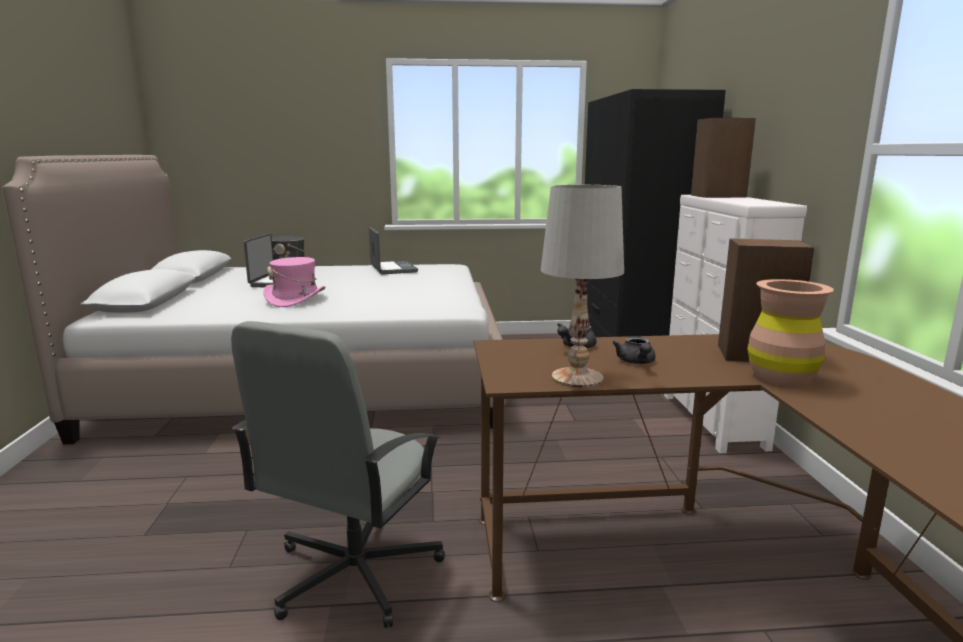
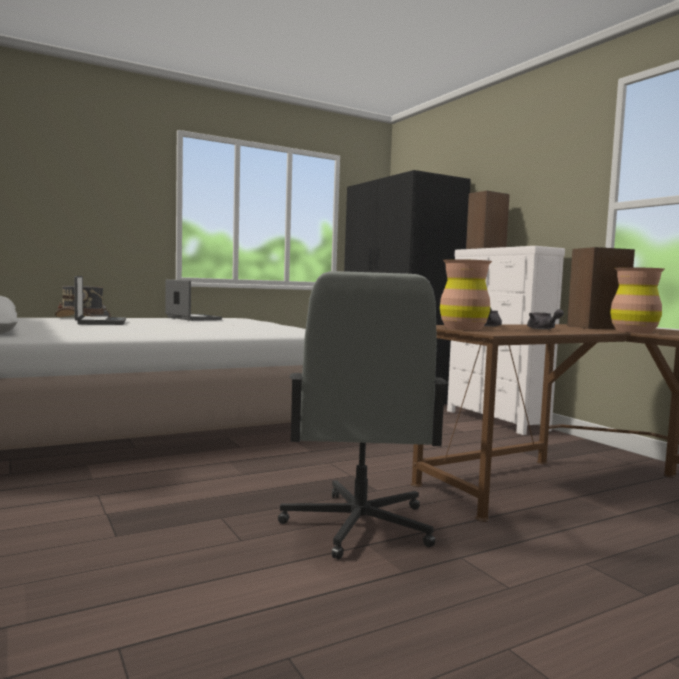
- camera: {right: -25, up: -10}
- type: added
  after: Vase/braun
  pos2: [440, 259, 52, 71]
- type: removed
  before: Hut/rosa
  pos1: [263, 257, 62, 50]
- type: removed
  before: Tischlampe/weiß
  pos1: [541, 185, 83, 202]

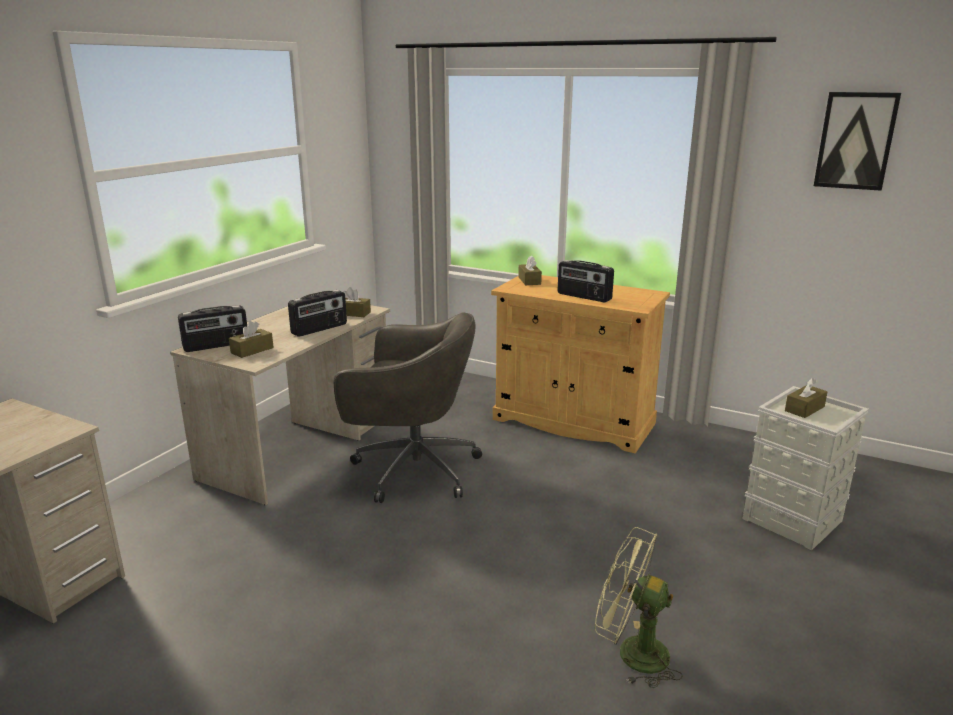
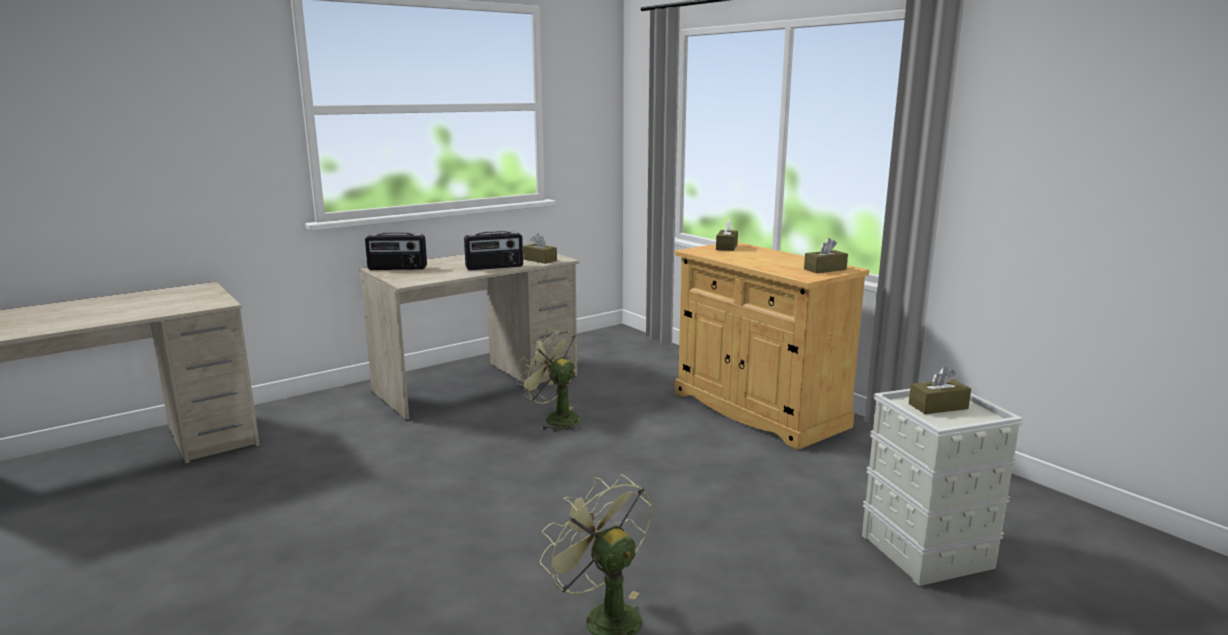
- camera: {right: 25, up: -5}
- type: replaced
  before: Bürostuhl/grau
  after: Ventilator/grün
  pos1: [333, 312, 149, 191]
  pos2: [517, 328, 64, 104]
- type: moved
  before: Taschentuchbox/braun
  pos1: [229, 321, 45, 37]
  pos2: [804, 238, 44, 35]
- type: removed
  before: Radio
  pos1: [558, 260, 56, 42]
- type: removed
  before: Bild
  pos1: [814, 92, 87, 99]

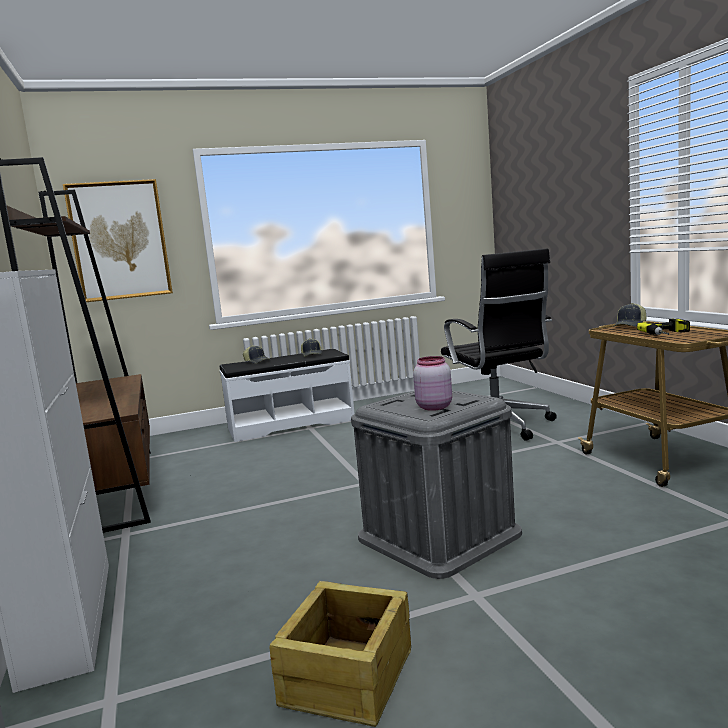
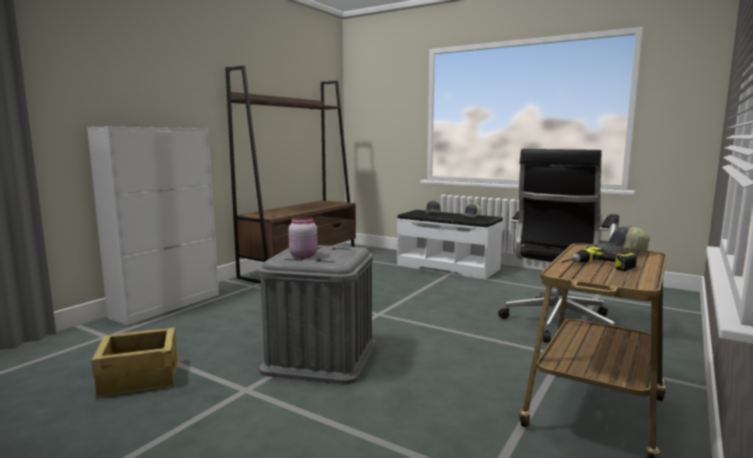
- camera: {right: 50, up: 0}
- type: removed
  before: Bild
  pos1: [63, 179, 110, 123]

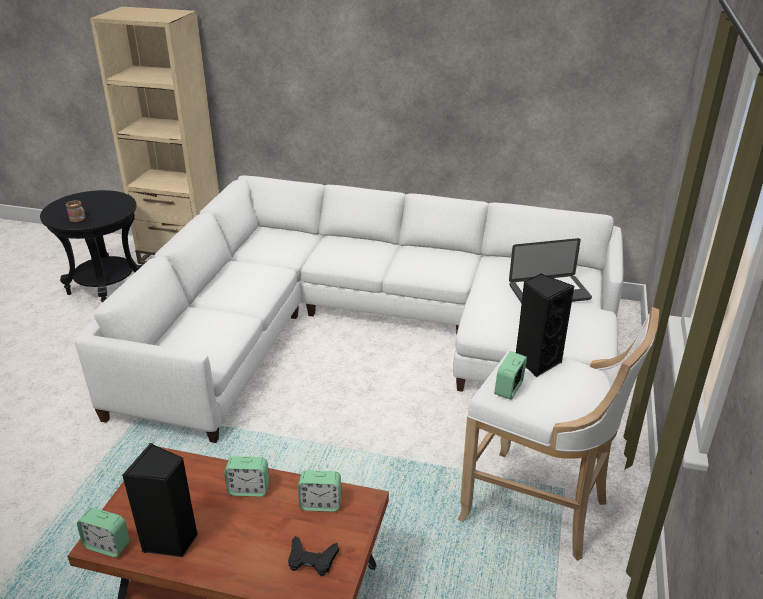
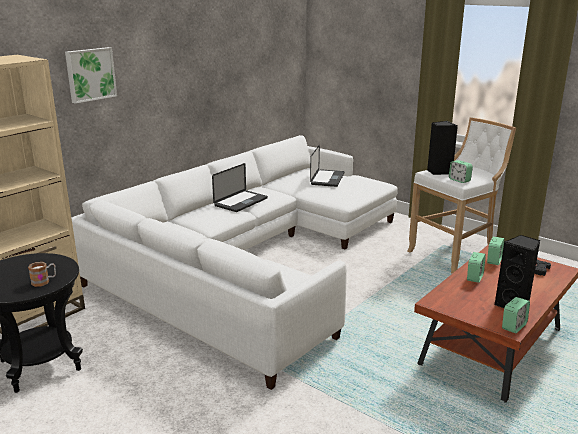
- camera: {right: -65, up: -10}
- type: added
  after: Bild
  pos2: [65, 47, 52, 57]
- type: added
  after: Laptop
  pos2: [212, 163, 56, 49]

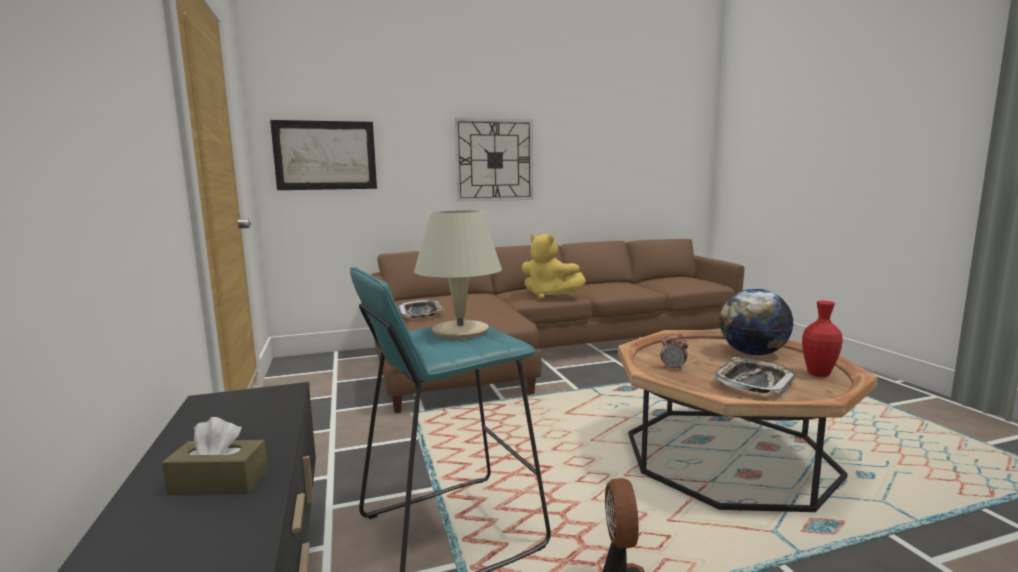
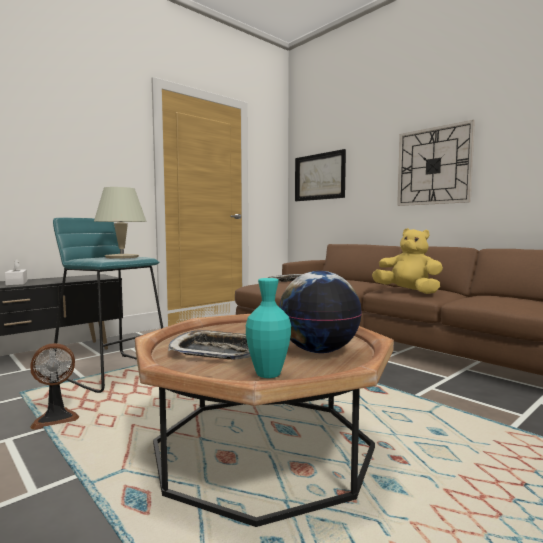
- camera: {right: 65, up: -5}
- type: recoloured
  before: Taschentuchbox/braun
  after: Taschentuchbox/weiß
  pos1: [162, 417, 106, 78]
  pos2: [5, 259, 22, 26]
- type: recoloured
  before: Vase/rot
  after: Vase/türkis
  pos1: [802, 301, 41, 76]
  pos2: [246, 278, 45, 100]
- type: turned
  before: Plüschtier/gelb
  pos1: [522, 234, 64, 65]
  pos2: [372, 228, 71, 66]
  turn: 120
- type: removed
  before: Wecker
  pos1: [660, 334, 28, 37]

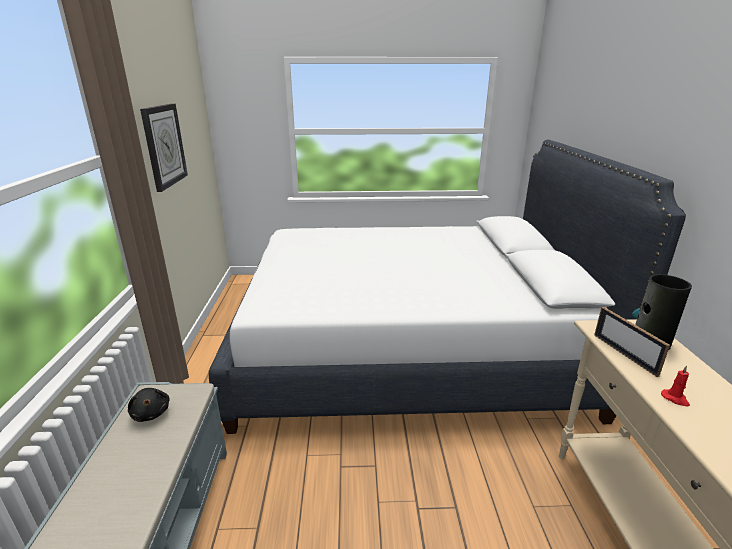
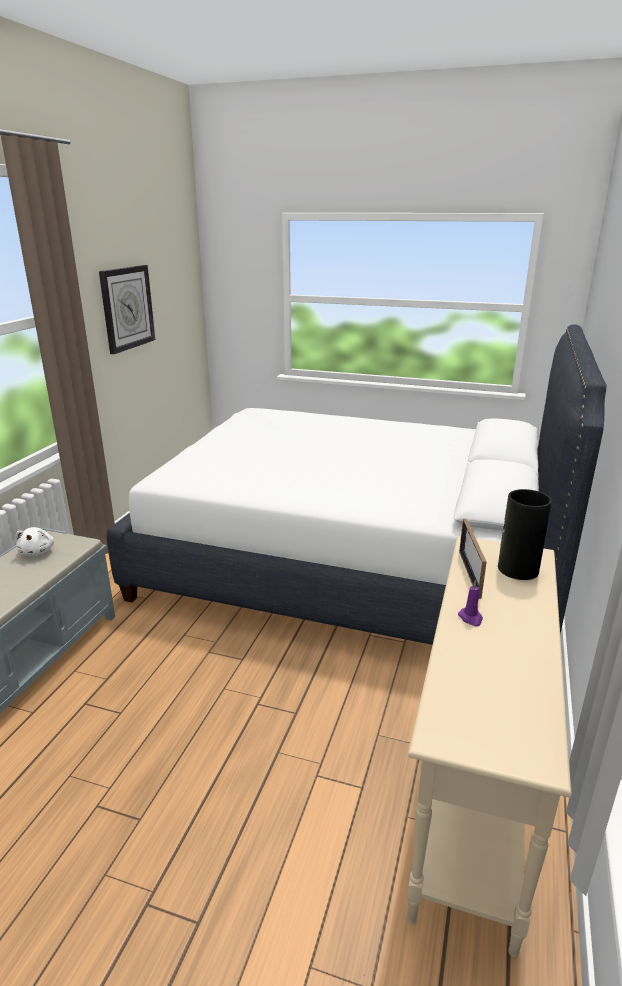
- camera: {right: 20, up: 0}
- type: recoloured
  before: Plüschtier/schwarz
  after: Plüschtier/weiß
  pos1: [128, 388, 42, 34]
  pos2: [15, 527, 39, 29]
- type: recoloured
  before: Kerze/rot
  after: Kerze/lila
  pos1: [661, 365, 29, 41]
  pos2: [458, 580, 25, 46]

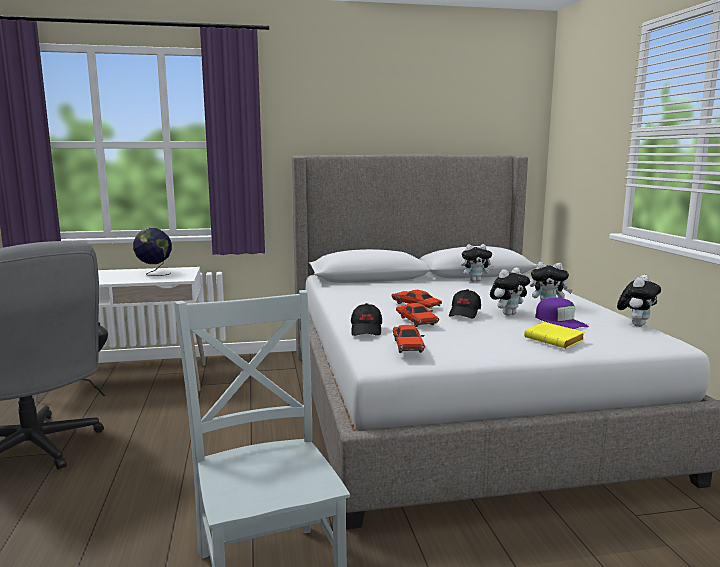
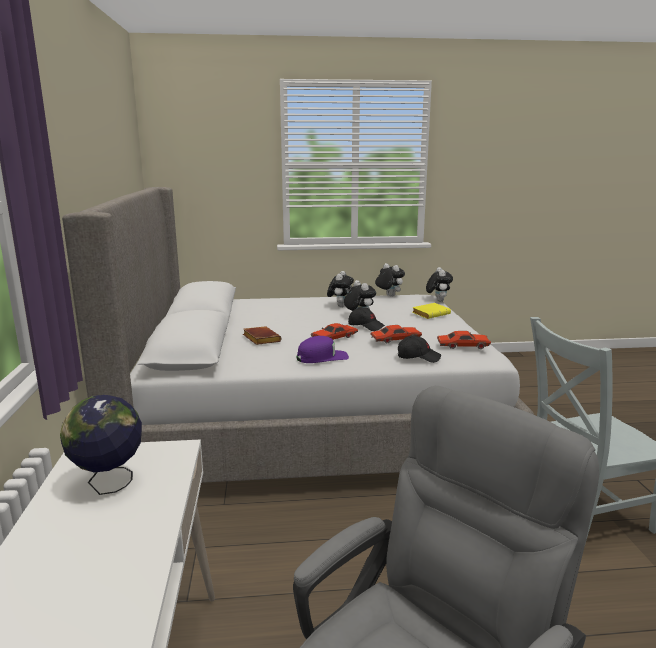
- camera: {right: -85, up: 5}
- type: added
  after: Buch/braun
  pos2: [243, 326, 39, 19]
- type: moved
  before: Kappe/lila
  pos1: [535, 298, 54, 31]
  pos2: [297, 336, 52, 27]
- type: moved
  before: Plüschtier
  pos1: [461, 244, 33, 38]
  pos2: [426, 267, 27, 35]

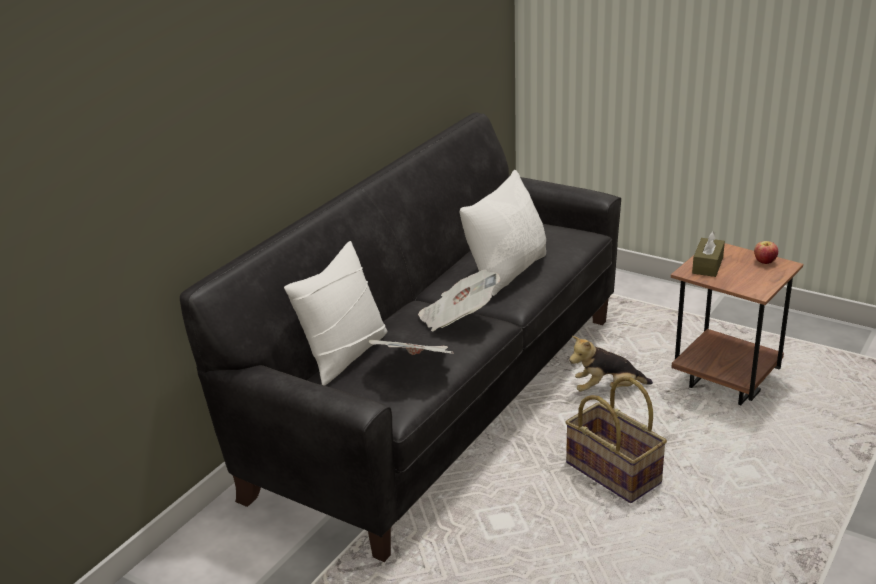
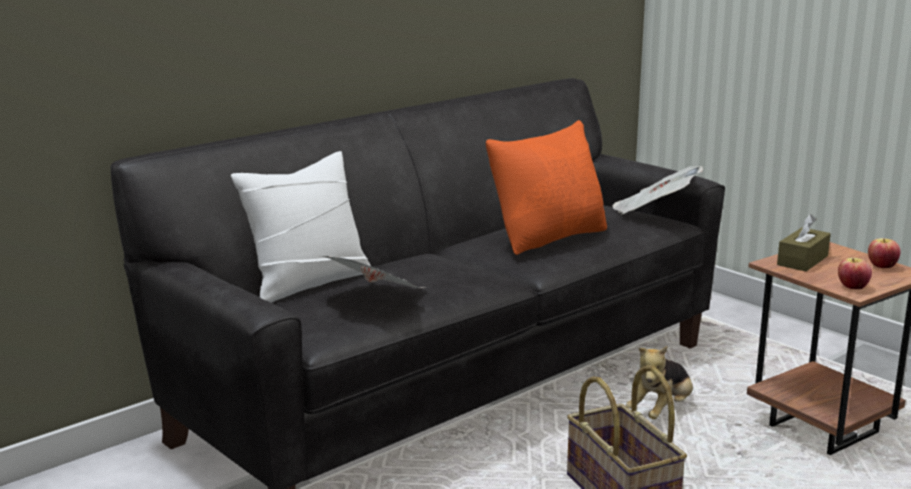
- camera: {right: 15, up: -10}
- type: recoloured
  before: Kissen/weiß
  after: Kissen/orange
  pos1: [460, 170, 86, 126]
  pos2: [486, 120, 121, 135]
- type: moved
  before: Zeitung
  pos1: [418, 269, 82, 63]
  pos2: [612, 166, 91, 49]
- type: turned
  before: Plüschtier
  pos1: [569, 336, 84, 56]
  pos2: [626, 345, 67, 74]
  turn: -60
- type: added
  after: Apfel
  pos2: [838, 258, 34, 31]

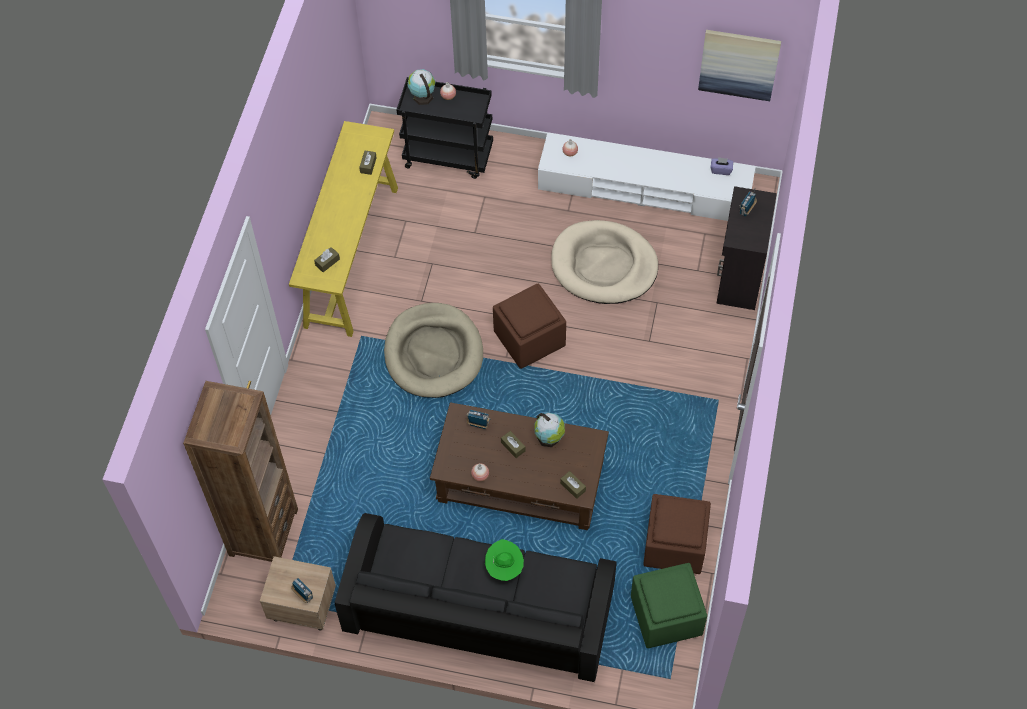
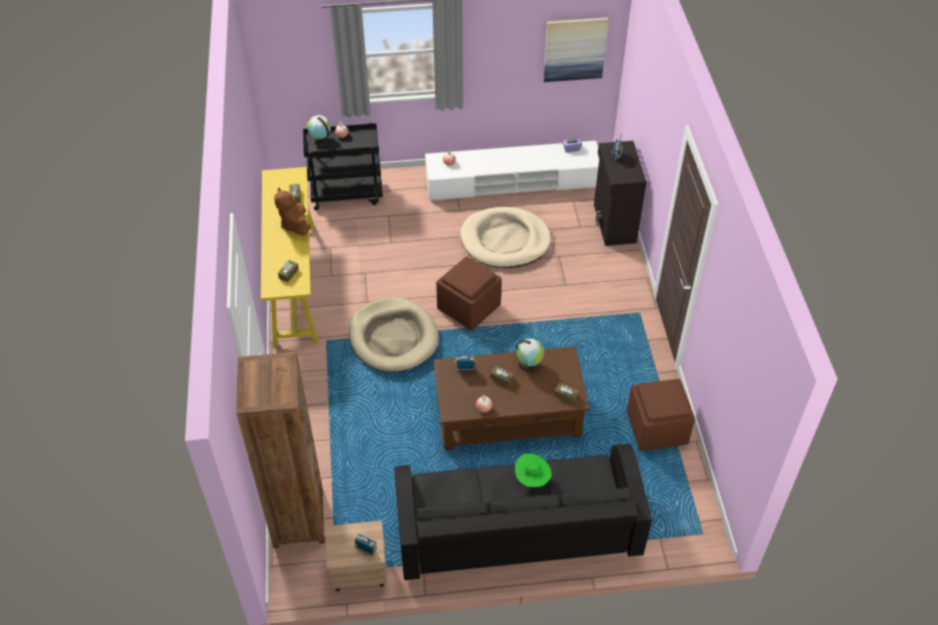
- camera: {right: -20, up: -10}
- type: added
  after: Plüschtier/braun
  pos2: [274, 188, 37, 47]
- type: removed
  before: Polsterhocker/grün
  pos1: [631, 563, 76, 85]

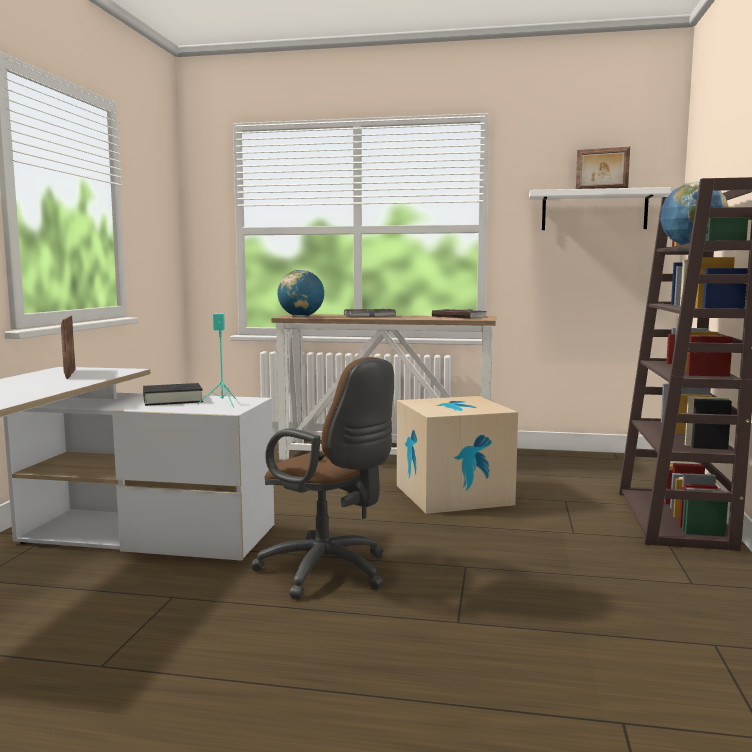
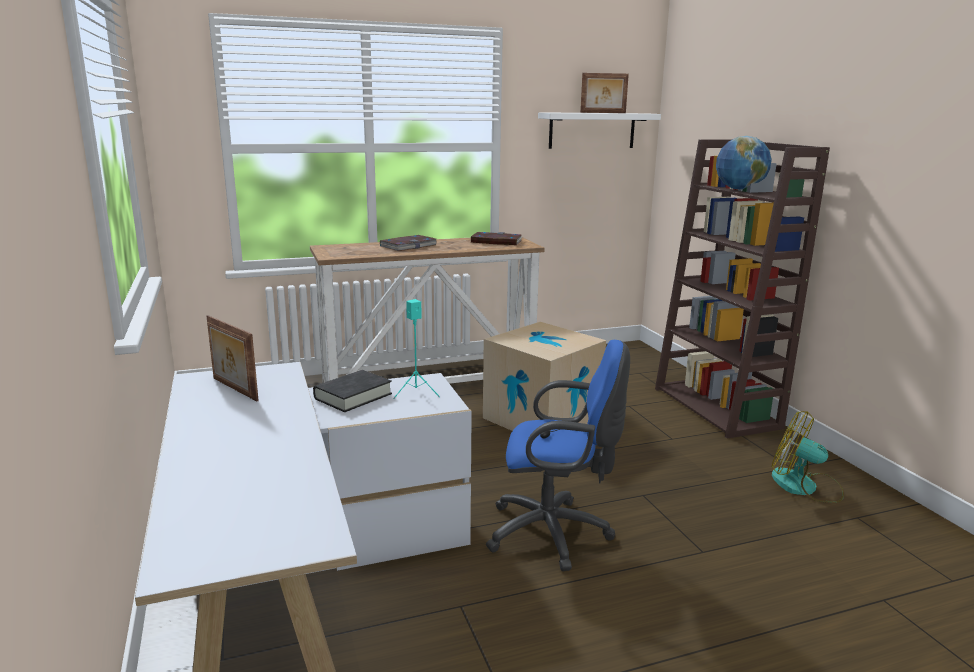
- camera: {right: -30, up: 10}
- type: recoloured
  before: Bürostuhl/braun
  after: Bürostuhl/blau
  pos1: [251, 357, 143, 242]
  pos2: [486, 340, 144, 231]
- type: added
  after: Ventilator
  pos2: [772, 411, 72, 92]
- type: removed
  before: Globus
  pos1: [277, 270, 47, 47]

